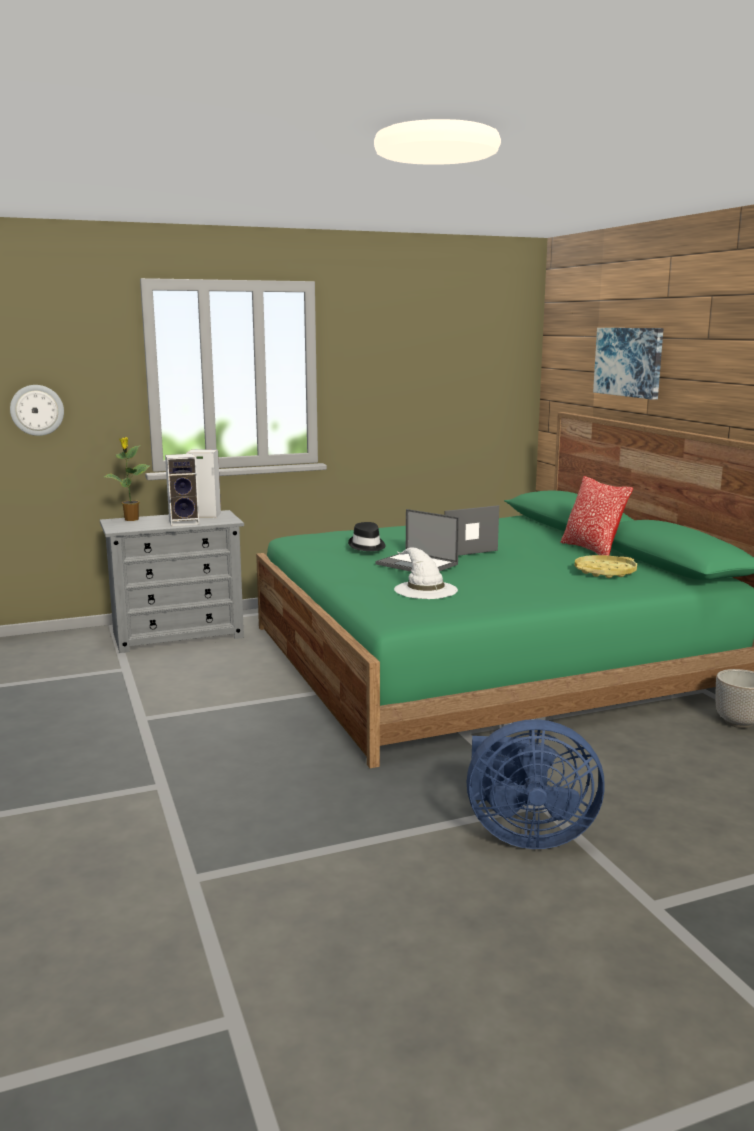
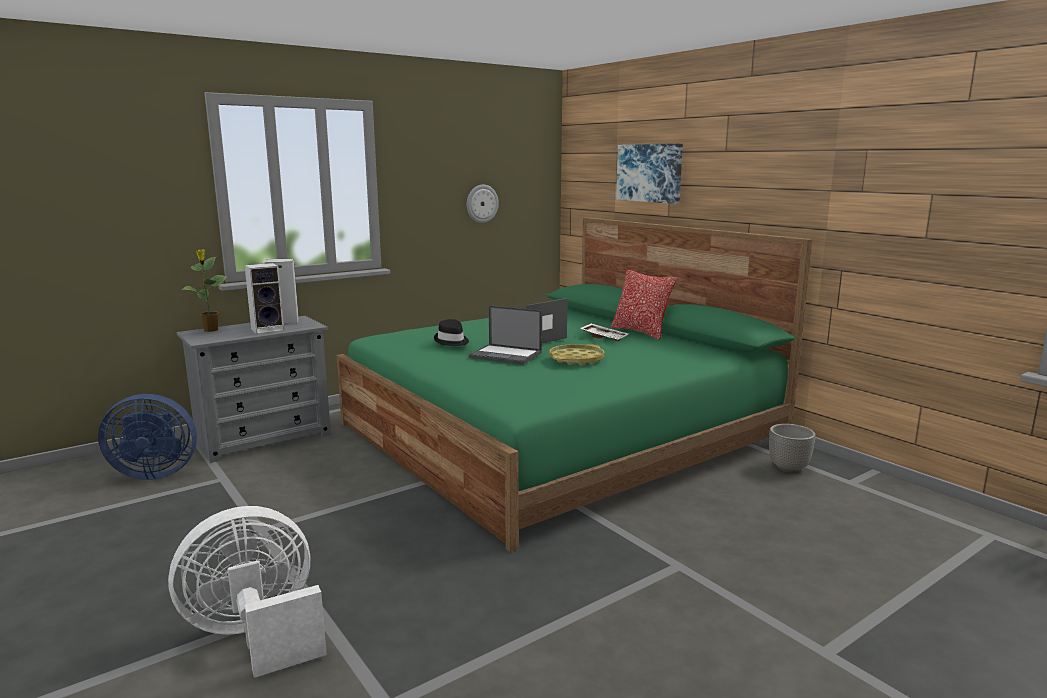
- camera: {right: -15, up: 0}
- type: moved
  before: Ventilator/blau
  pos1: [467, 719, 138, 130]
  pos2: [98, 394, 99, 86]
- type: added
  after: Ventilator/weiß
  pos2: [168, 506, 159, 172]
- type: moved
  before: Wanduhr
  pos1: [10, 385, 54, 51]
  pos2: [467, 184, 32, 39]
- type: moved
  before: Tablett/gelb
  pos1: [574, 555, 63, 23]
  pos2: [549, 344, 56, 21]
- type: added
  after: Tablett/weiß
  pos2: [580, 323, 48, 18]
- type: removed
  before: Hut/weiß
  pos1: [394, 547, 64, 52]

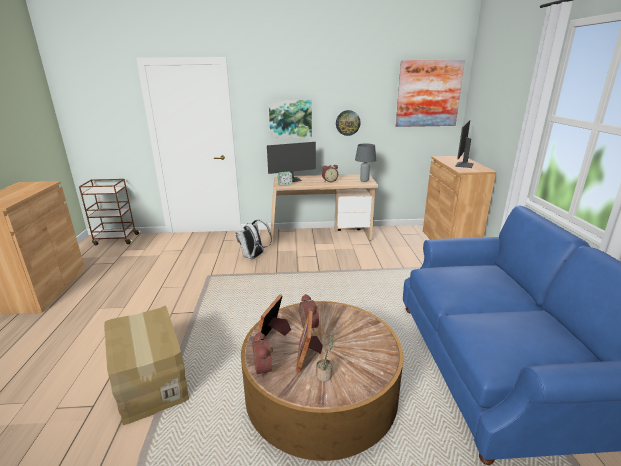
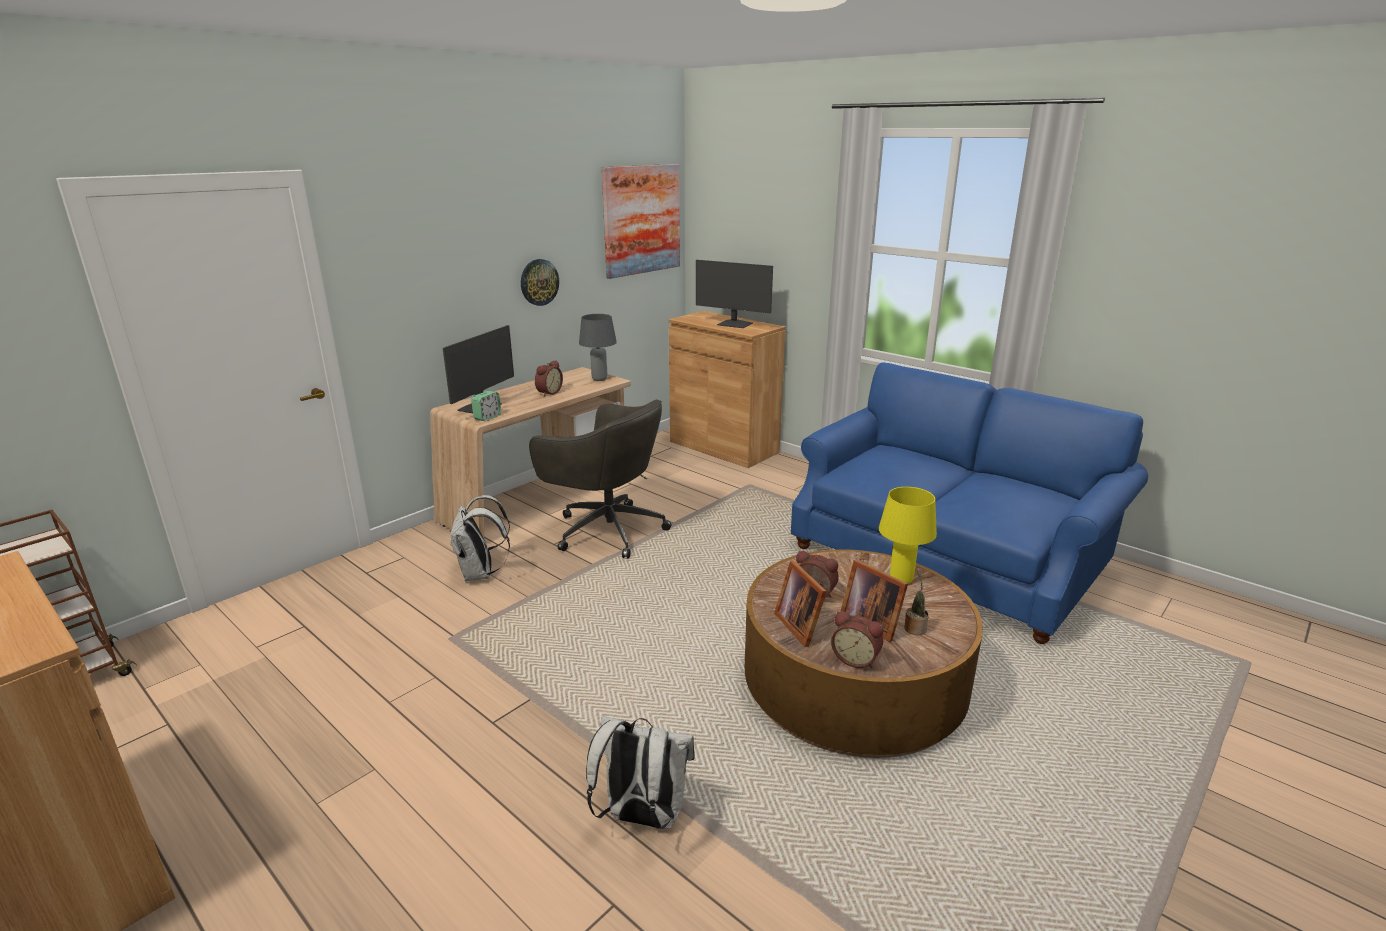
- camera: {right: -45, up: 0}
- type: added
  after: Bürostuhl/grau
  pos2: [529, 399, 142, 160]
- type: replaced
  before: Karton
  after: Rucksack/weiß
  pos1: [104, 306, 85, 119]
  pos2: [586, 716, 109, 113]
- type: turned
  before: Monitor
  pos1: [455, 120, 19, 48]
  pos2: [696, 260, 77, 68]
  turn: -45
- type: added
  after: Tischlampe/gelb
  pos2: [879, 487, 58, 97]
- type: removed
  before: Bild
  pos1: [269, 100, 43, 38]

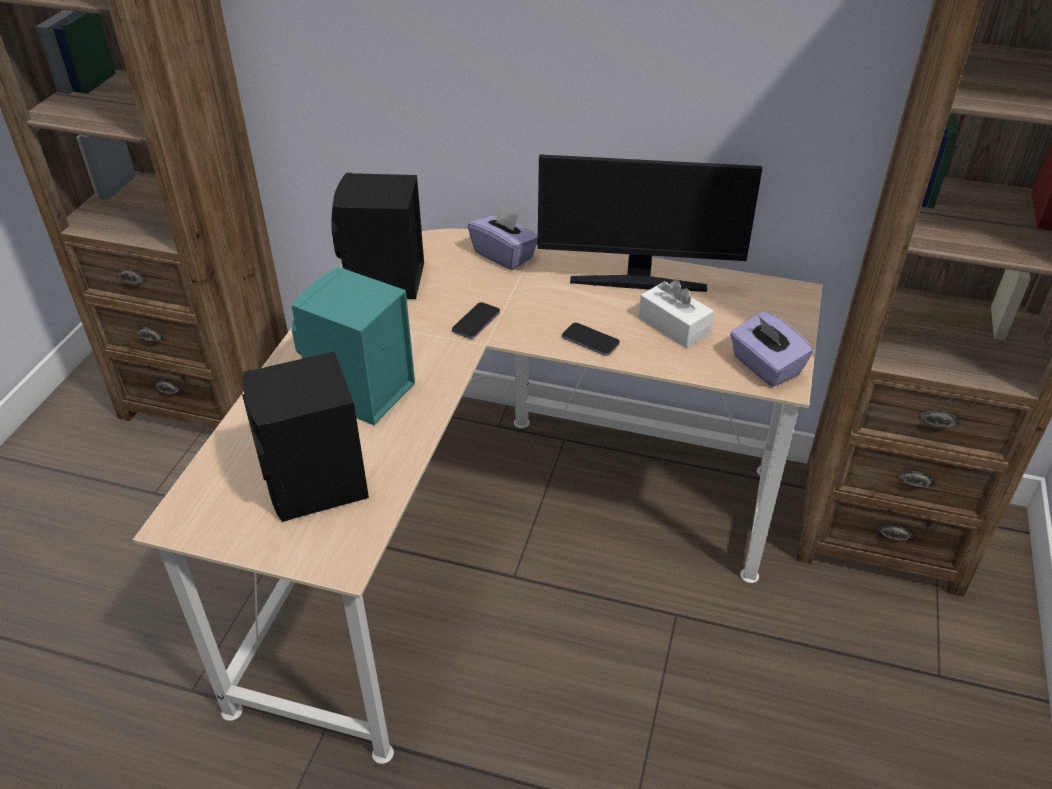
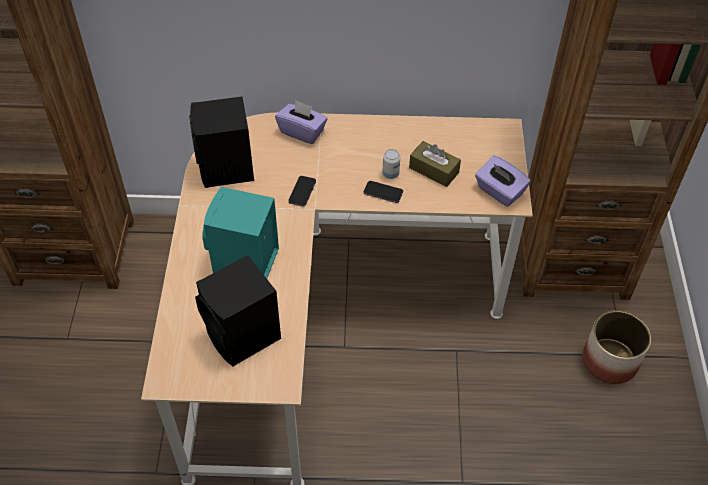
- camera: {right: -15, up: 10}
- type: added
  after: Dose
  pos2: [382, 149, 18, 30]
- type: recoloured
  before: Taschentuchbox/weiß
  after: Taschentuchbox/braun
  pos1: [639, 279, 75, 69]
  pos2: [409, 141, 52, 46]
- type: added
  after: Pflanzkübel
  pos2: [583, 310, 68, 74]
- type: removed
  before: Monitor
  pos1: [537, 154, 225, 138]

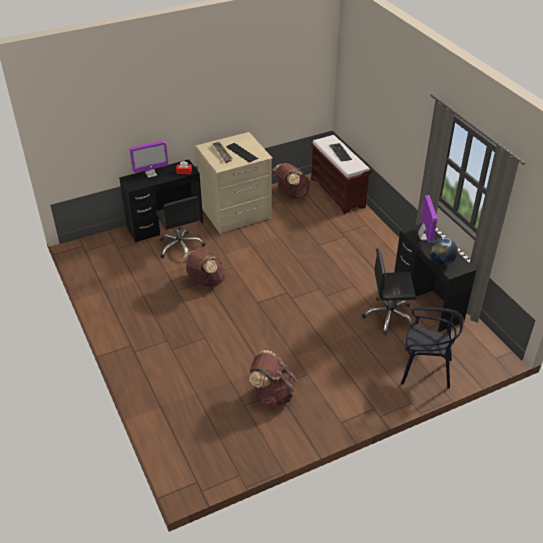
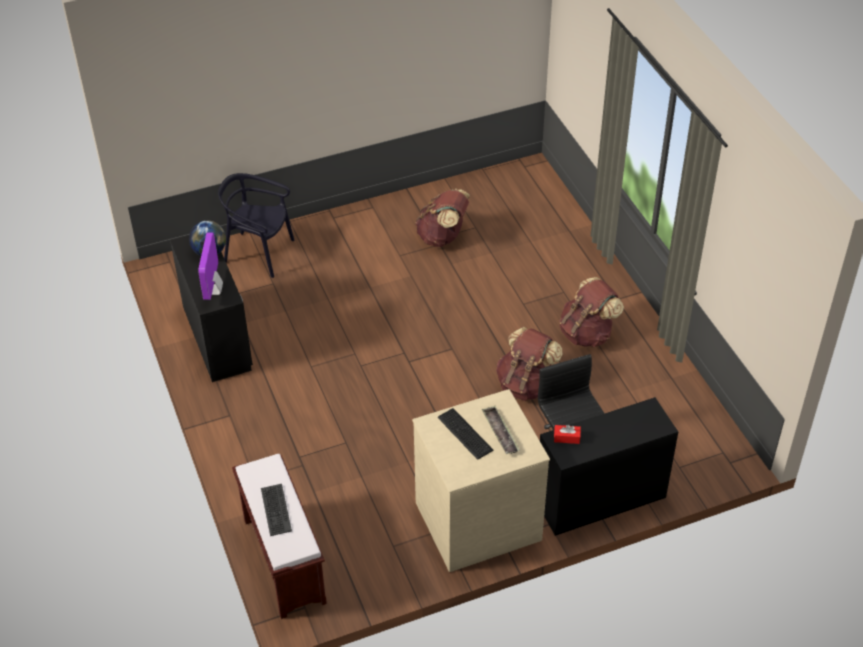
- camera: {right: -175, up: 5}
- type: moved
  before: Rucksack/braun
  pos1: [273, 163, 37, 36]
  pos2: [559, 277, 65, 70]
- type: removed
  before: Monitor
  pos1: [130, 141, 38, 37]
- type: removed
  before: Bürostuhl/schwarz
  pos1: [362, 249, 54, 86]

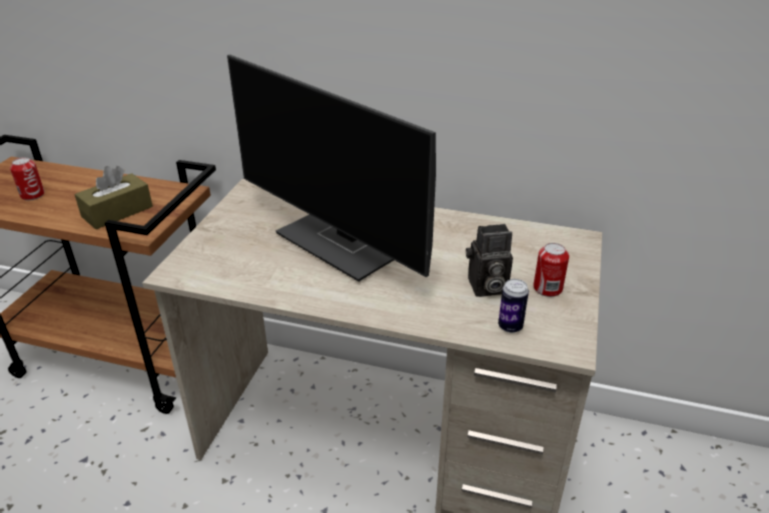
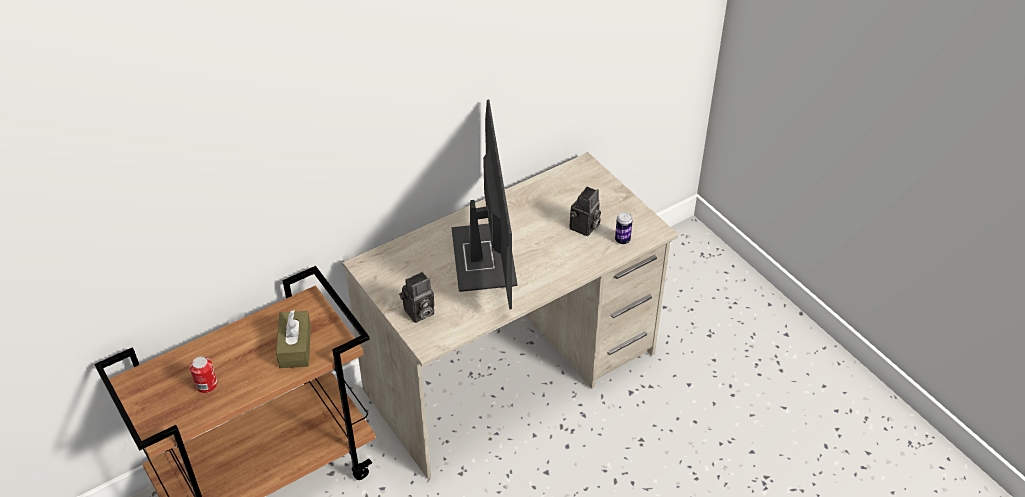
- camera: {right: -50, up: 10}
- type: added
  after: Kamera
  pos2: [399, 272, 35, 51]
- type: turned
  before: Monitor
  pos1: [227, 55, 209, 227]
  pos2: [451, 100, 67, 210]
  turn: -90
- type: removed
  before: Dose
  pos1: [533, 243, 36, 54]

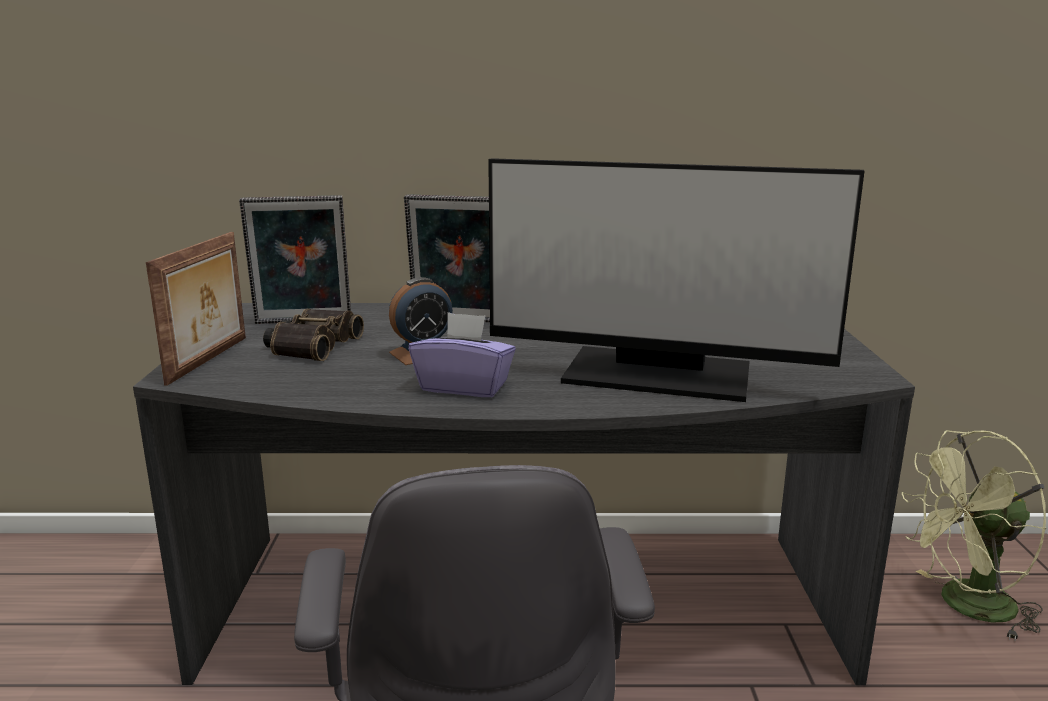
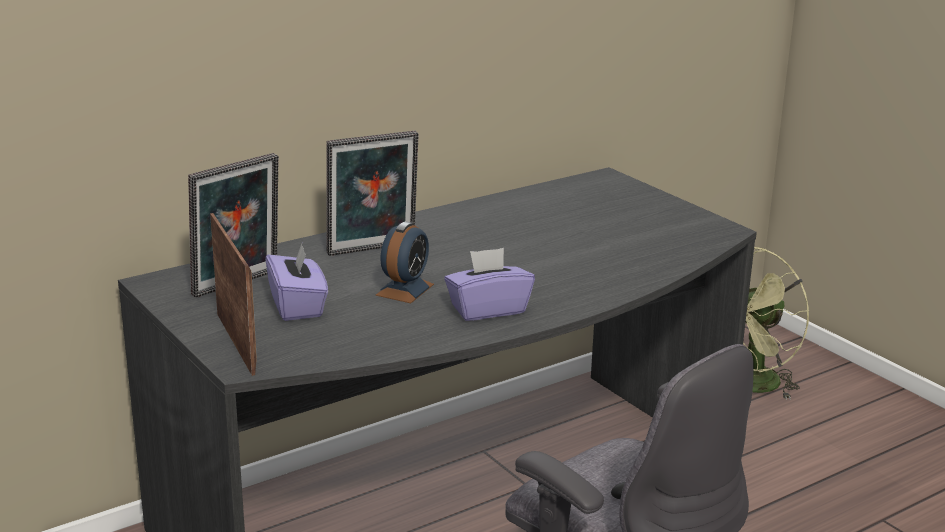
- camera: {right: -35, up: 5}
- type: replaced
  before: Fernglas
  after: Taschentuchbox/lila
  pos1: [263, 309, 101, 52]
  pos2: [265, 244, 63, 77]
- type: removed
  before: Monitor
  pos1: [488, 158, 377, 244]

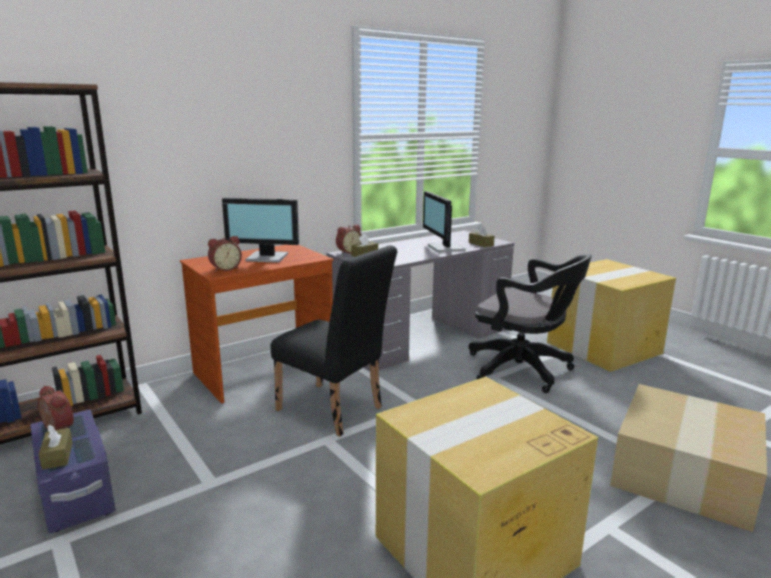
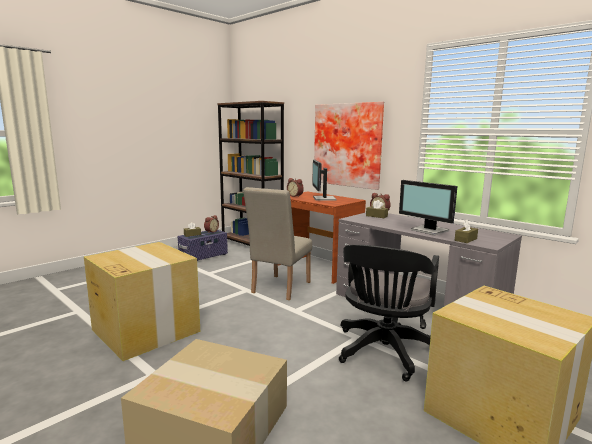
- camera: {right: 80, up: -5}
- type: recoloured
  before: Stuhl/schwarz
  after: Stuhl/beige
  pos1: [271, 245, 126, 191]
  pos2: [243, 187, 69, 113]
- type: added
  after: Bild
  pos2: [314, 102, 70, 88]
- type: turned
  before: Monitor
  pos1: [423, 191, 43, 61]
  pos2: [399, 180, 58, 55]
  turn: -105

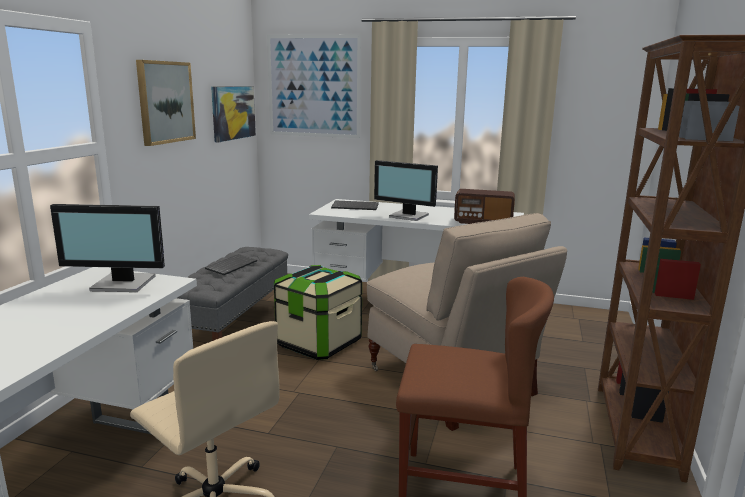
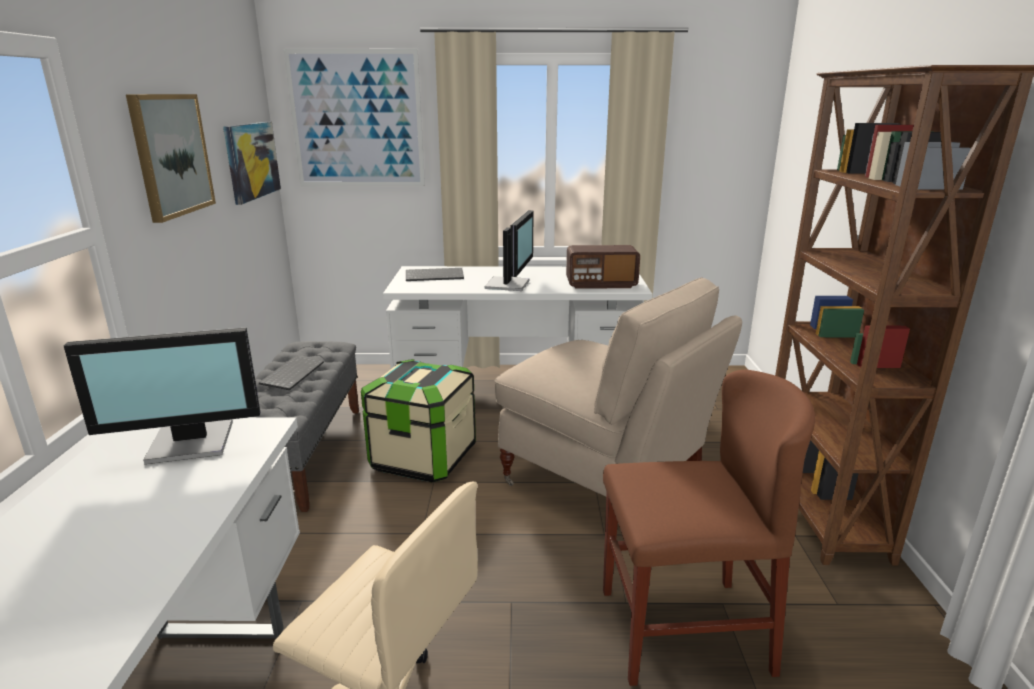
- camera: {right: -15, up: 5}
- type: turned
  before: Monitor
  pos1: [374, 160, 64, 61]
  pos2: [484, 210, 50, 81]
  turn: -90

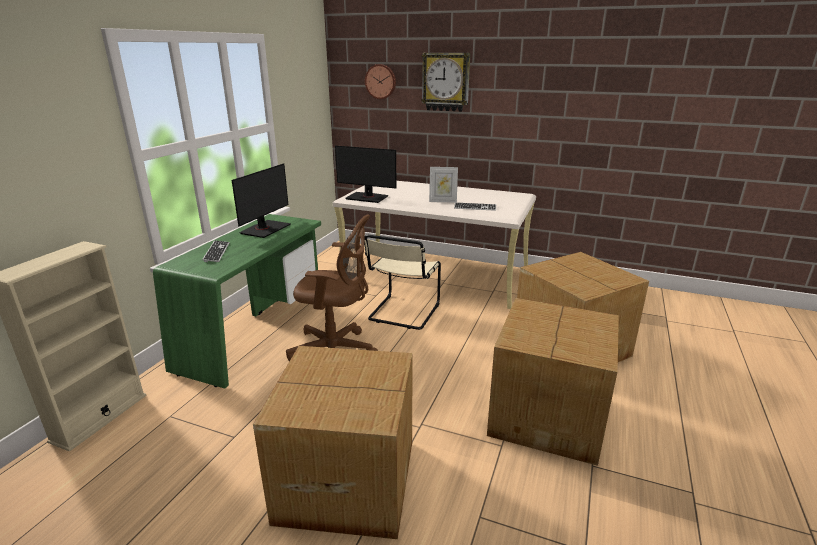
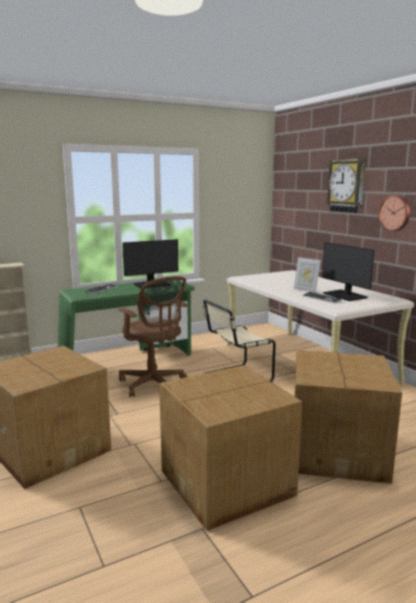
- camera: {right: 40, up: -10}
- type: moved
  before: Monitor
  pos1: [335, 146, 62, 57]
  pos2: [322, 242, 52, 59]
- type: moved
  before: Wanduhr
  pos1: [365, 64, 31, 35]
  pos2: [378, 195, 32, 36]

